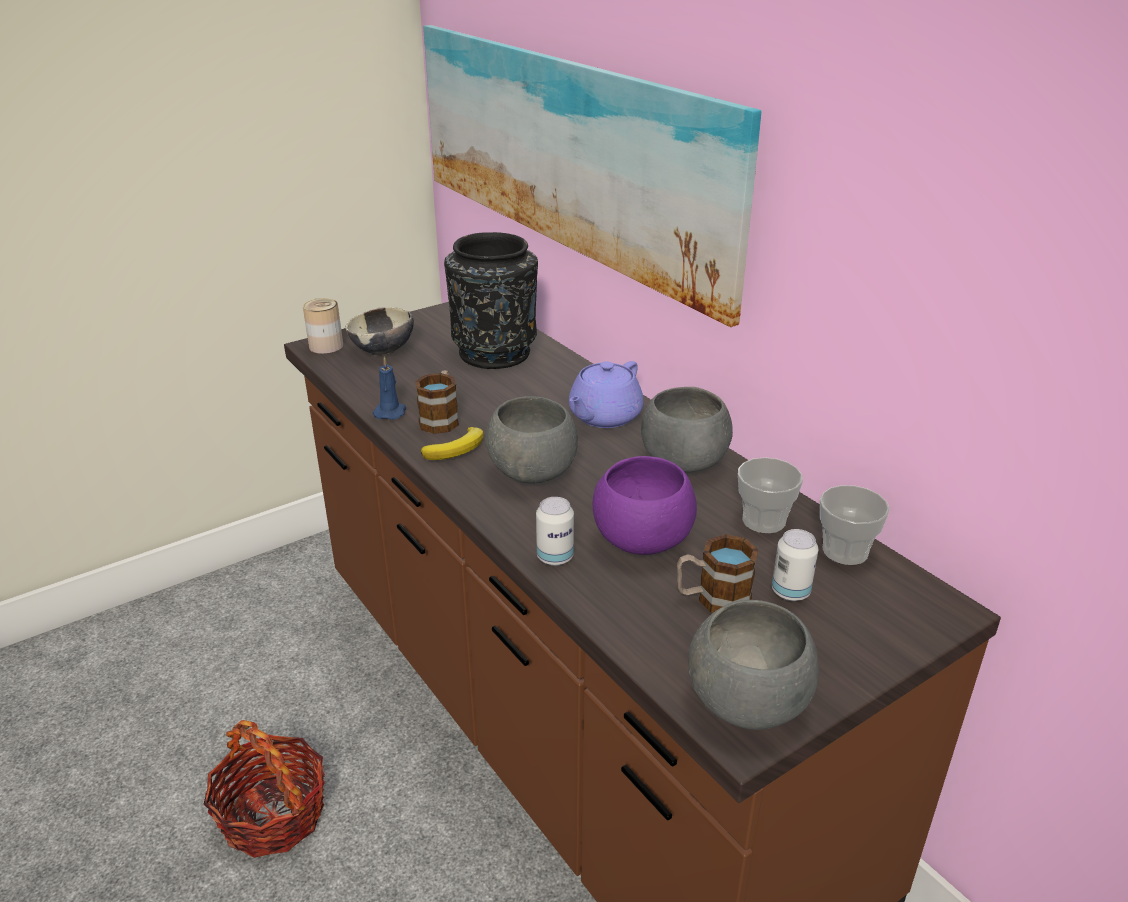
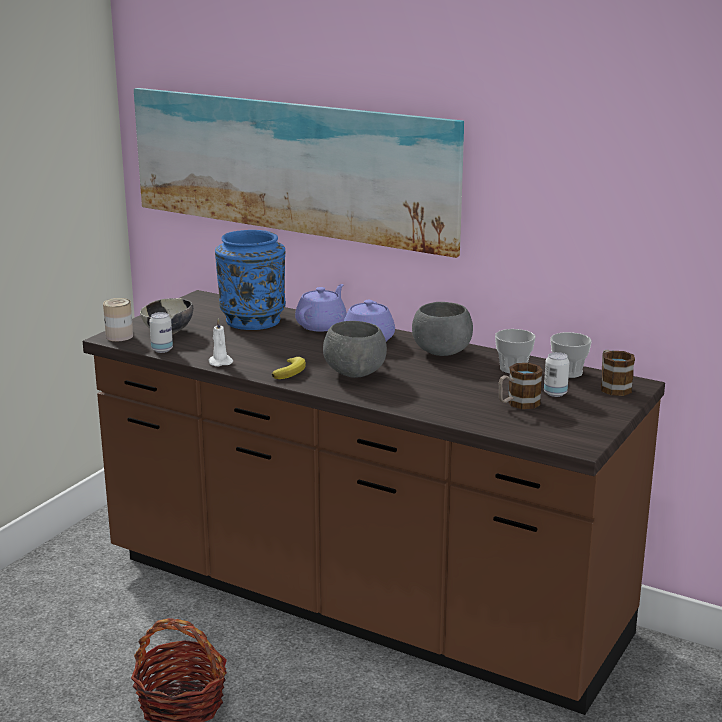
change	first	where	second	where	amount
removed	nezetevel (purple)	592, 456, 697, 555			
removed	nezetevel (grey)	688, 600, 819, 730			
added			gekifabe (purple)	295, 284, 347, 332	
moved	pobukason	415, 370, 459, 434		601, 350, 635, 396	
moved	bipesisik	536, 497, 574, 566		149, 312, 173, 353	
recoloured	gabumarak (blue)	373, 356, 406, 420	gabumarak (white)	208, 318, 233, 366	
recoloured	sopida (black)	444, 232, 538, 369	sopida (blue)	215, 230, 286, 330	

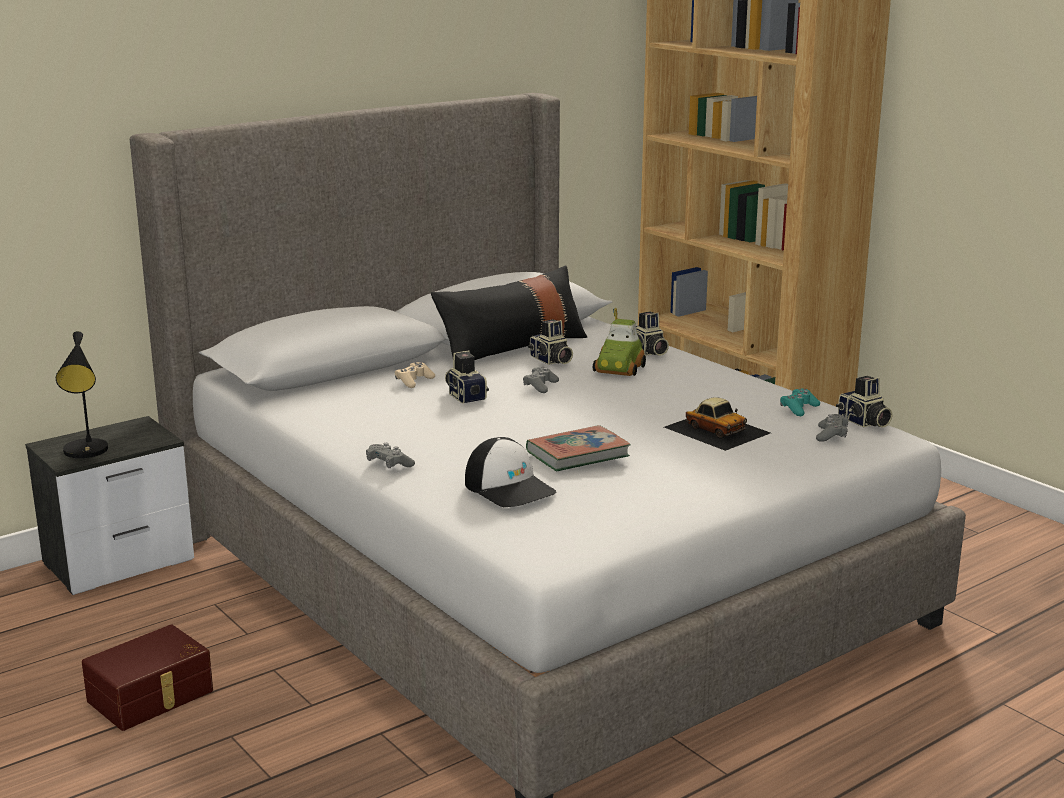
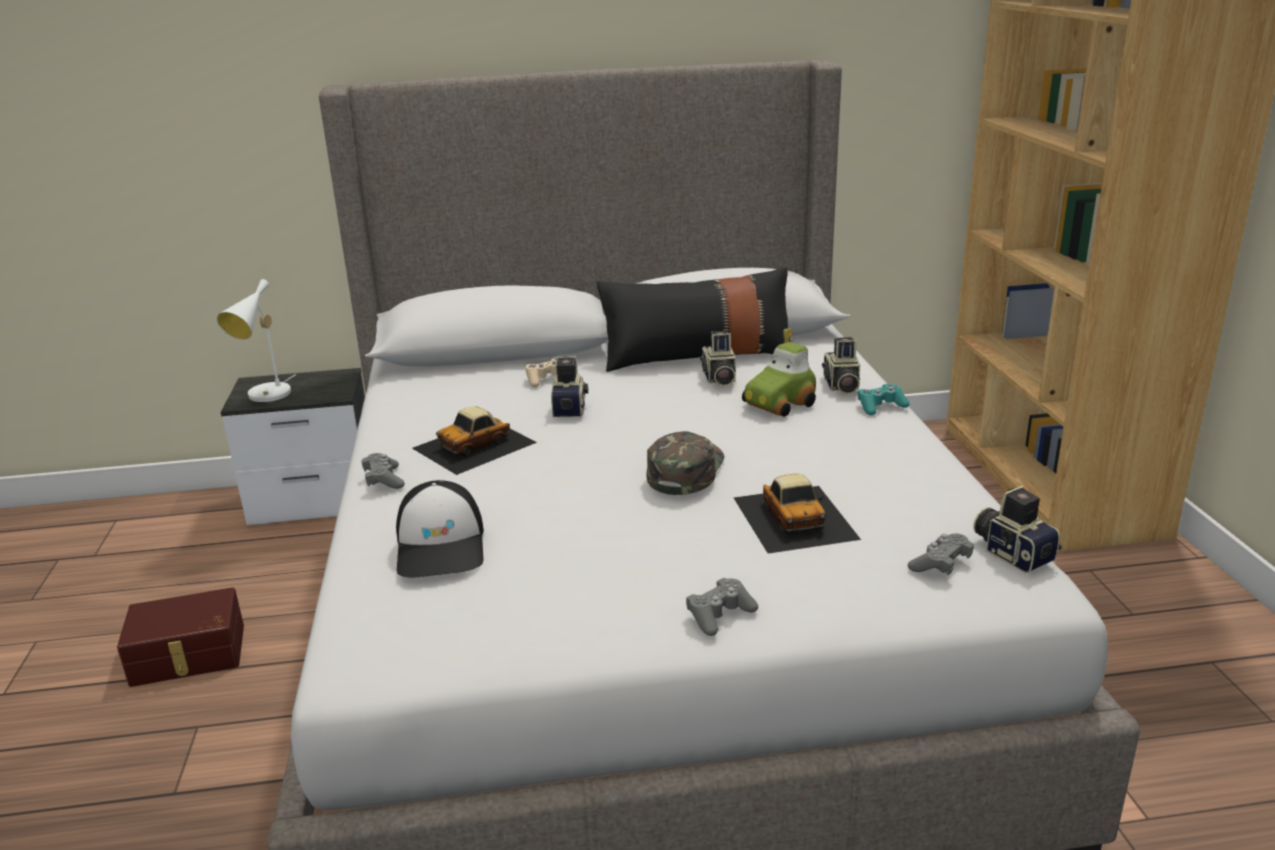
change	first	where	second	where	amount
removed	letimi	526, 425, 631, 471			
added			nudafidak	412, 407, 537, 475	
added			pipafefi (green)	646, 431, 725, 495	
moved	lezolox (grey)	523, 367, 559, 393		686, 578, 758, 636	
moved	lezolox (turquoise)	780, 389, 820, 416		858, 384, 910, 415	
recoloured	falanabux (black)	56, 331, 108, 458	falanabux (white)	216, 279, 296, 402	
turned	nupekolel	836, 376, 893, 428		973, 486, 1062, 573	150 degrees clockwise

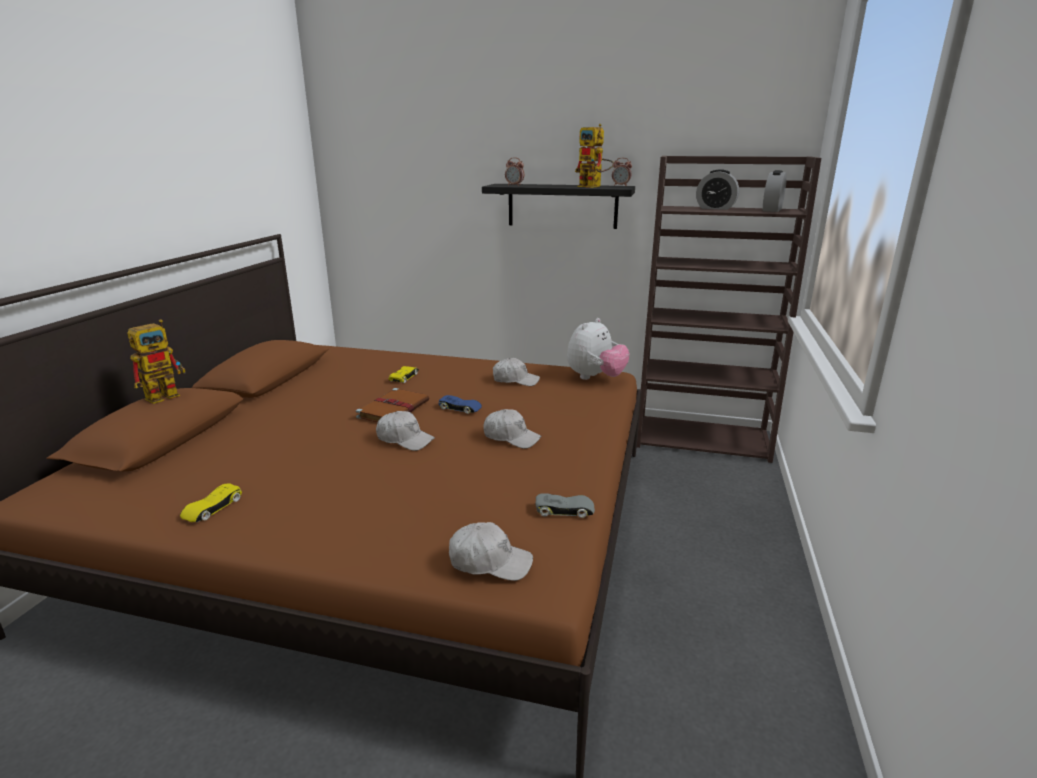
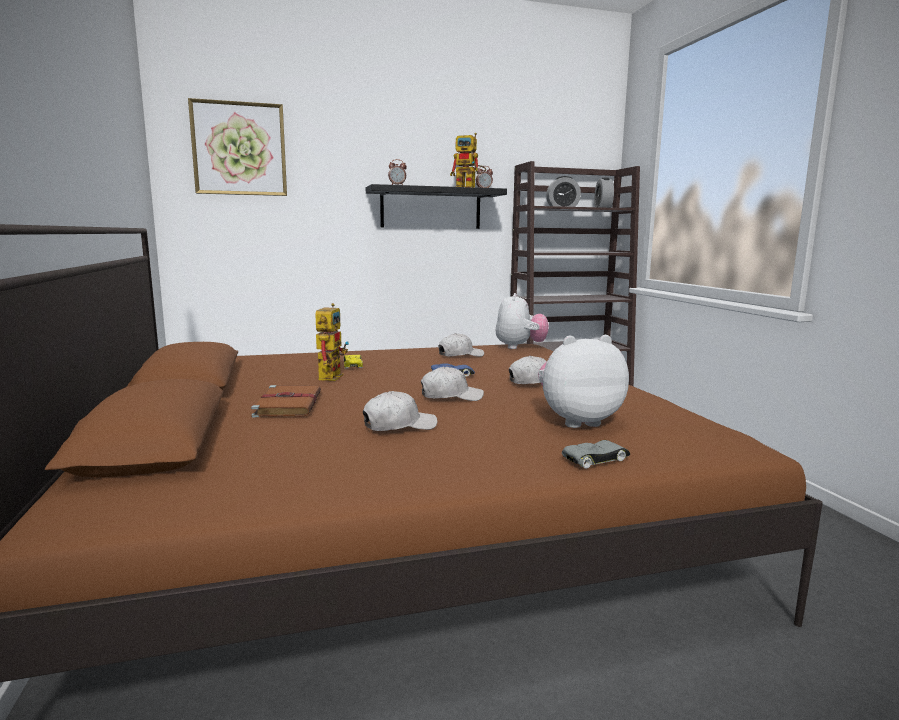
change	first	where	second	where	amount
removed	nudafidak (yellow)	180, 484, 242, 522			
added			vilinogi	188, 98, 287, 196	
added			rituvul	538, 335, 629, 428	
moved	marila	127, 319, 186, 404		315, 303, 349, 381	
moved	letimi (brown)	356, 388, 429, 422		251, 385, 321, 417	
moved	pipafefi (white)	449, 522, 533, 581		363, 391, 437, 431	
moved	nudafidak (grey)	536, 493, 595, 518		562, 440, 630, 469	

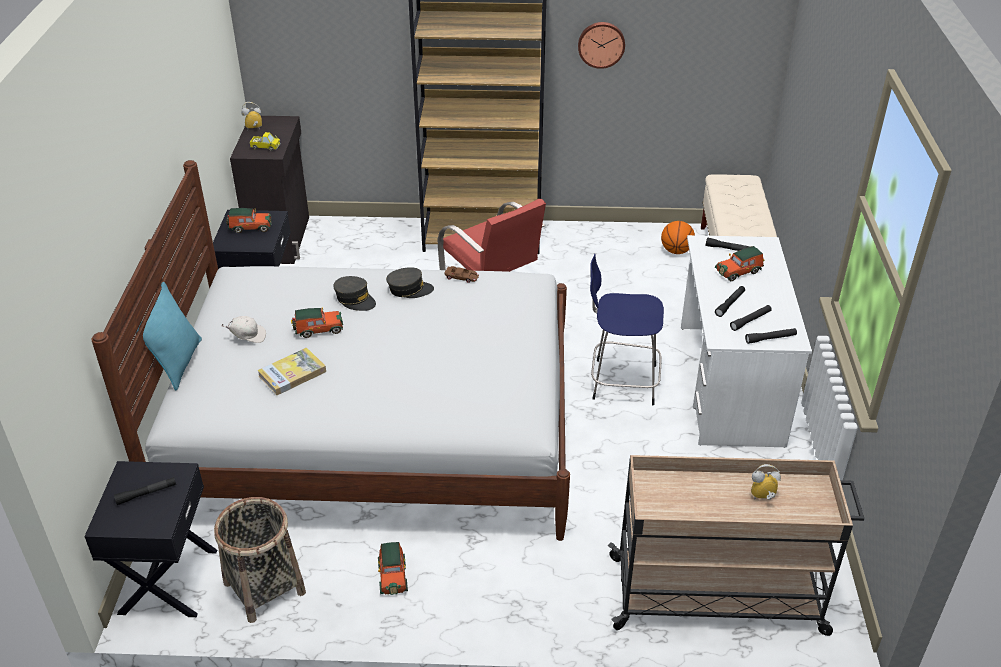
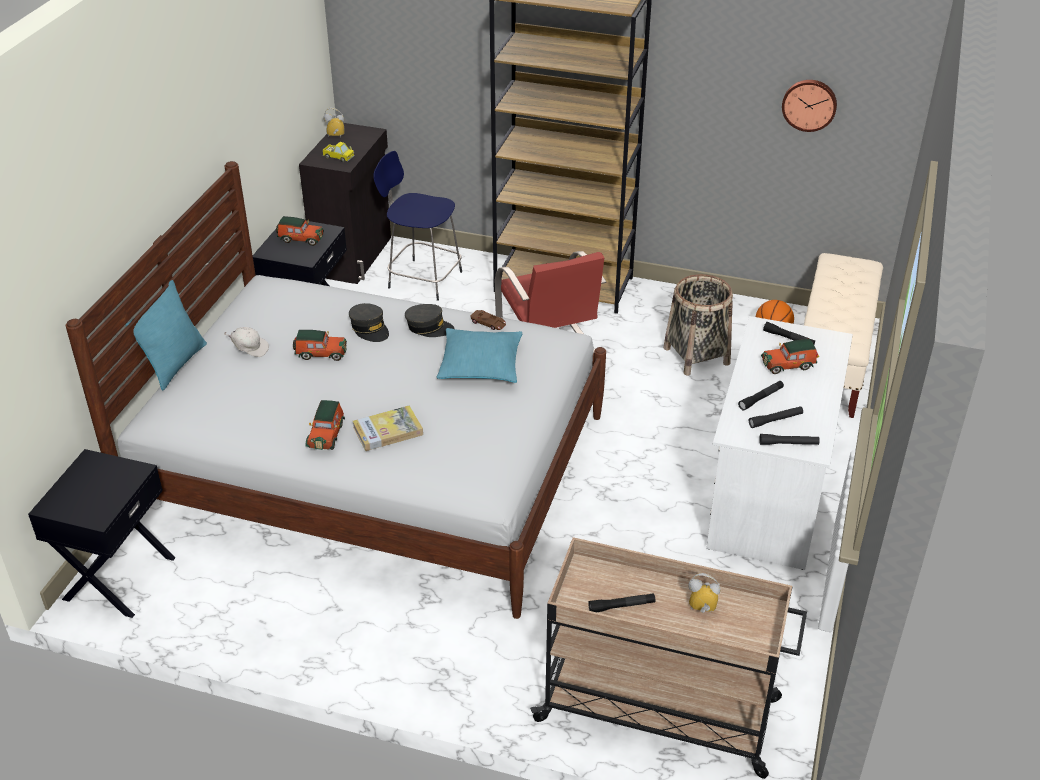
change	first	where	second	where	amount
added			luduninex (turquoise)	437, 328, 522, 383	
moved	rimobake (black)	114, 477, 176, 505		588, 593, 656, 612	
moved	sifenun	214, 497, 306, 623		664, 274, 733, 375	
moved	letimi	257, 347, 326, 395		353, 405, 423, 451	
moved	nudafidak	378, 542, 408, 595		306, 400, 345, 450	
moved	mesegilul	578, 22, 625, 69		782, 80, 837, 132	
moved	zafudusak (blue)	590, 254, 664, 405		373, 151, 462, 301	

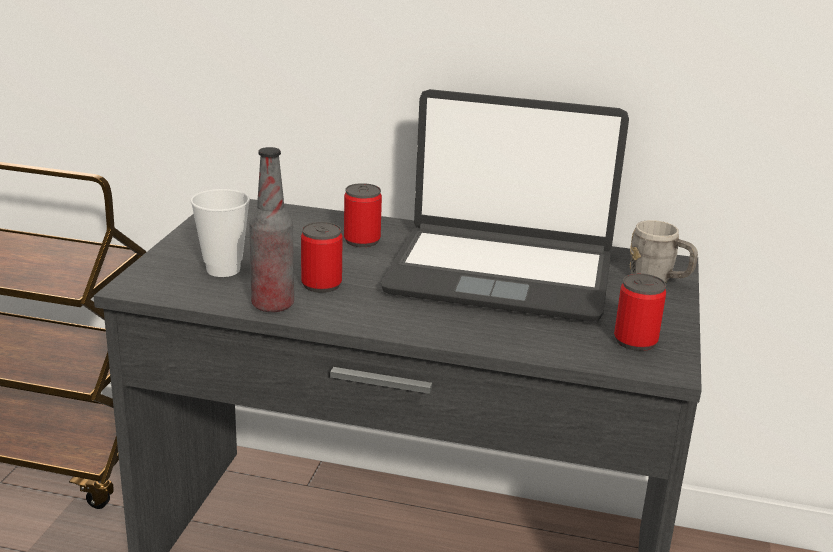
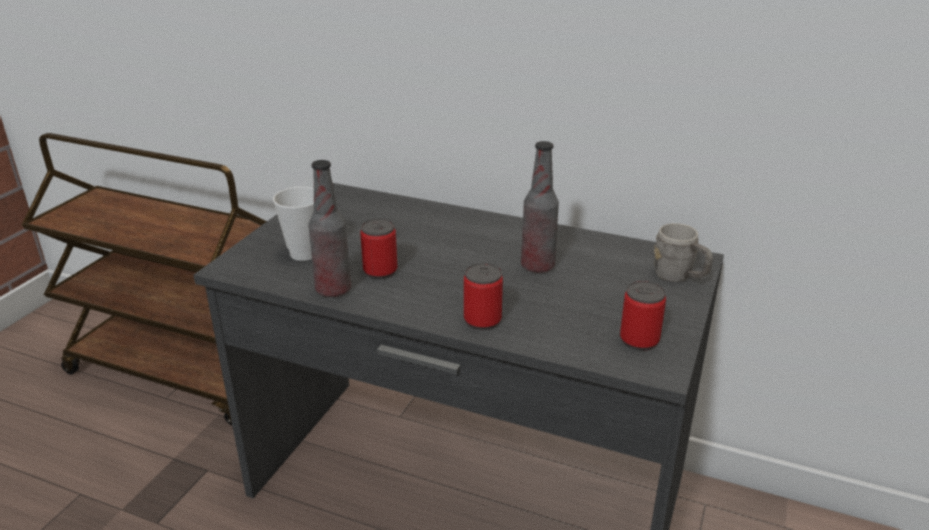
change	first	where	second	where	amount
moved	bipesisik	344, 183, 382, 247		464, 263, 503, 330	
replaced	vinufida	381, 89, 629, 322	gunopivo	521, 141, 559, 273	

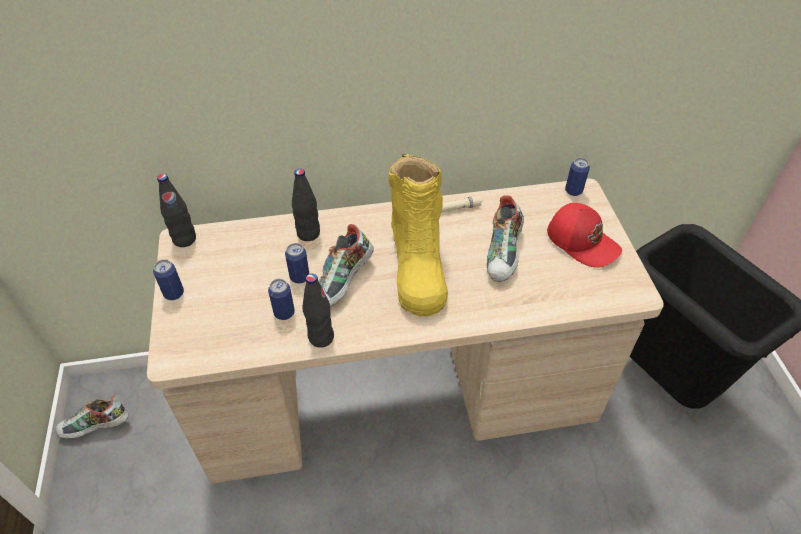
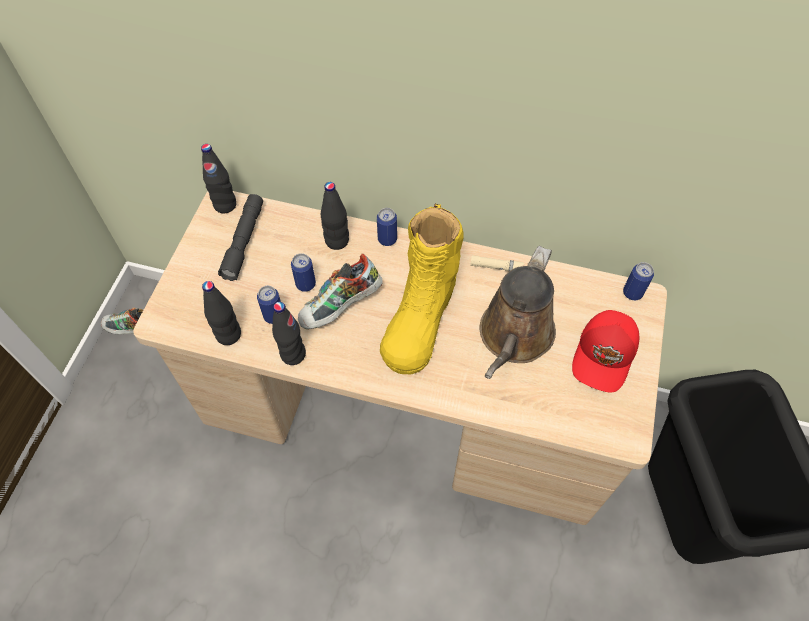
change	first	where	second	where	amount
added			gunopivo (black)	202, 281, 241, 345	
added			rimobake (grey)	218, 194, 263, 281	
moved	bipesisik	153, 259, 184, 300		377, 208, 397, 246	
replaced	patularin	487, 195, 524, 282	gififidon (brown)	480, 246, 556, 379	
turned	pipafefi (red)	547, 203, 622, 268		572, 310, 639, 393	45 degrees clockwise

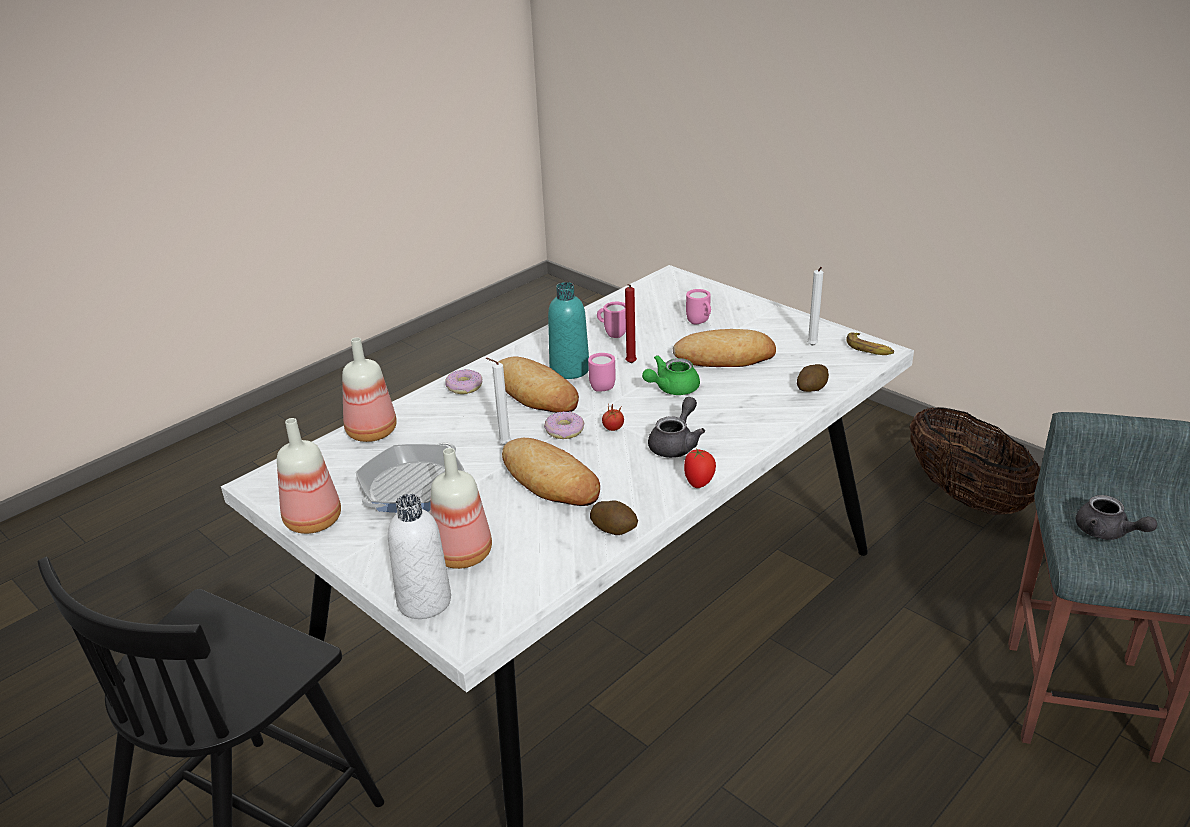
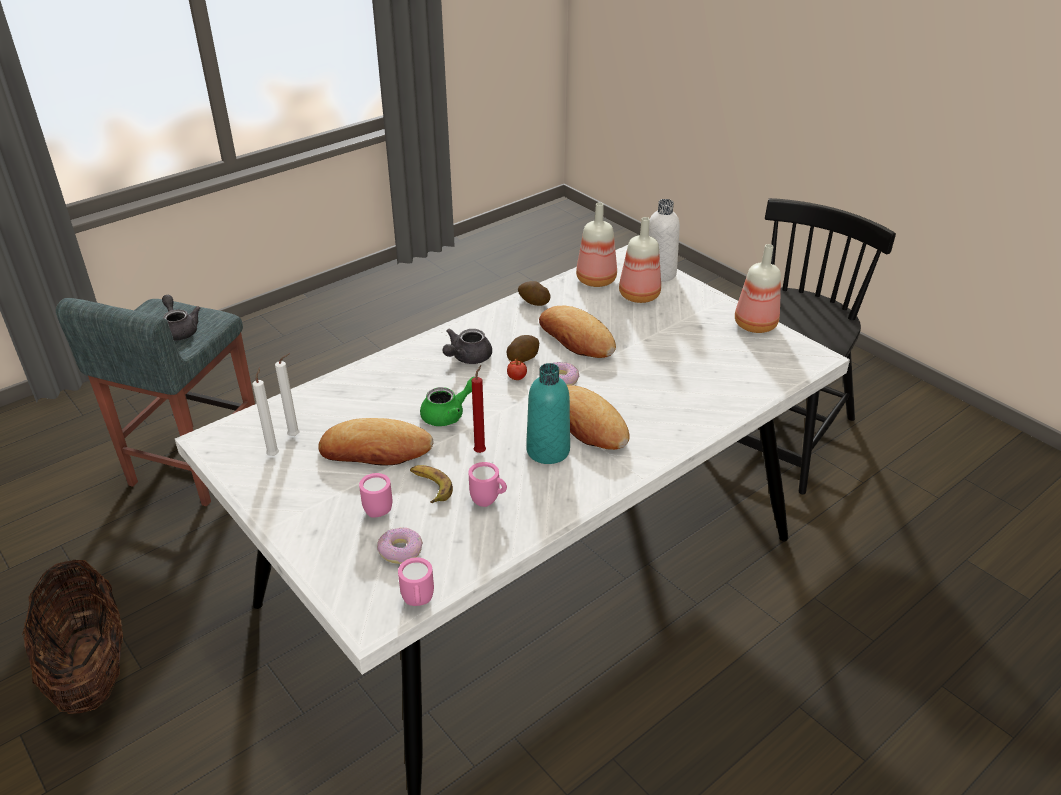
change	first	where	second	where	amount
removed	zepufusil	356, 442, 465, 512			
removed	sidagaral	684, 448, 716, 488			
moved	gunopivo	342, 337, 397, 442		576, 202, 617, 287	
moved	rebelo	445, 369, 482, 394		377, 527, 423, 564	
moved	gabumarak (white)	486, 358, 511, 445		275, 353, 300, 436	
moved	pobukason (pink)	588, 353, 616, 392		398, 557, 434, 606	
moved	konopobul	797, 364, 829, 392		506, 335, 539, 362	
moved	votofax	846, 333, 894, 355		410, 465, 453, 503	

